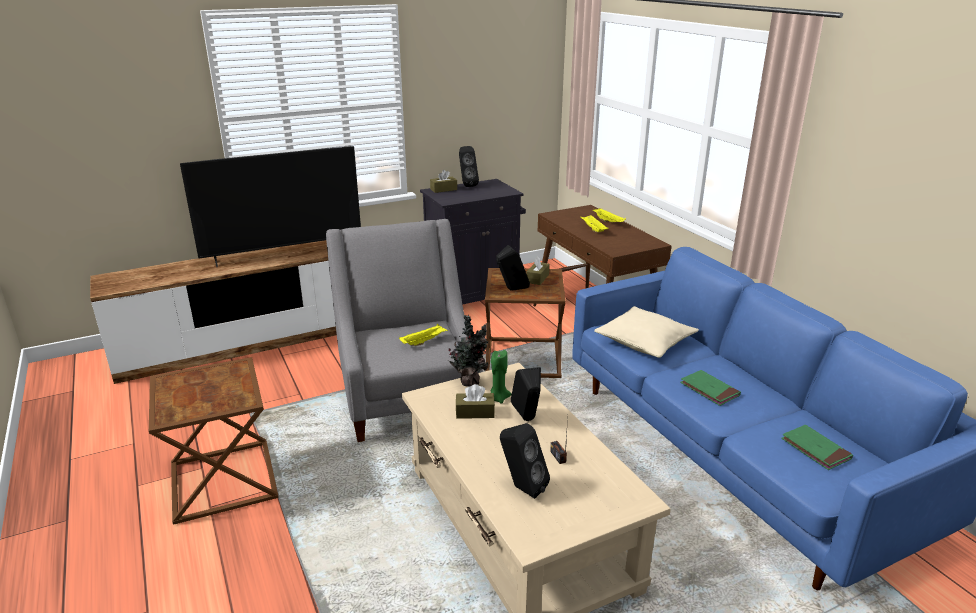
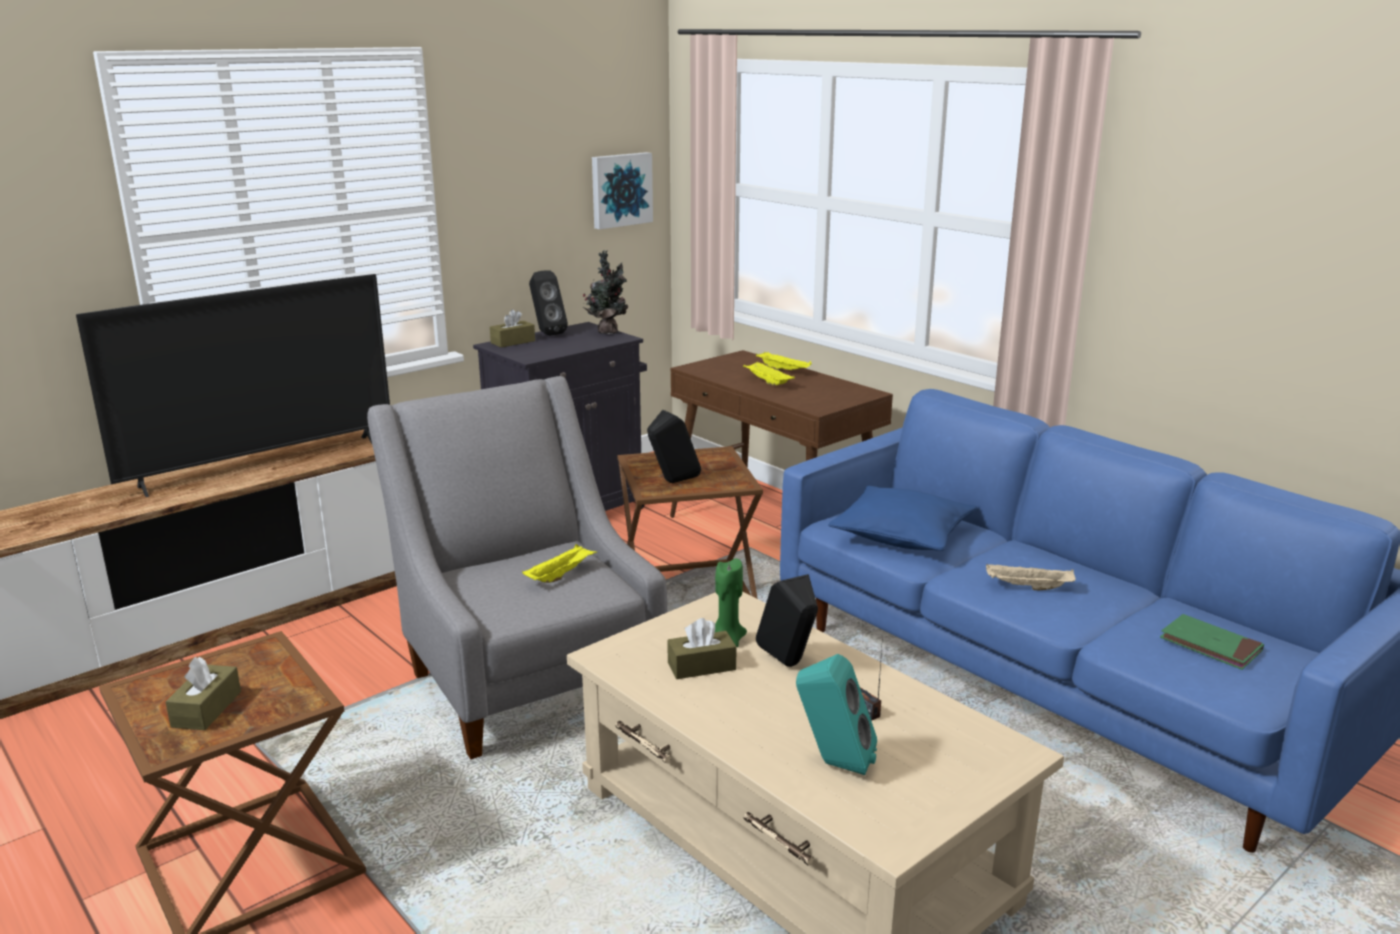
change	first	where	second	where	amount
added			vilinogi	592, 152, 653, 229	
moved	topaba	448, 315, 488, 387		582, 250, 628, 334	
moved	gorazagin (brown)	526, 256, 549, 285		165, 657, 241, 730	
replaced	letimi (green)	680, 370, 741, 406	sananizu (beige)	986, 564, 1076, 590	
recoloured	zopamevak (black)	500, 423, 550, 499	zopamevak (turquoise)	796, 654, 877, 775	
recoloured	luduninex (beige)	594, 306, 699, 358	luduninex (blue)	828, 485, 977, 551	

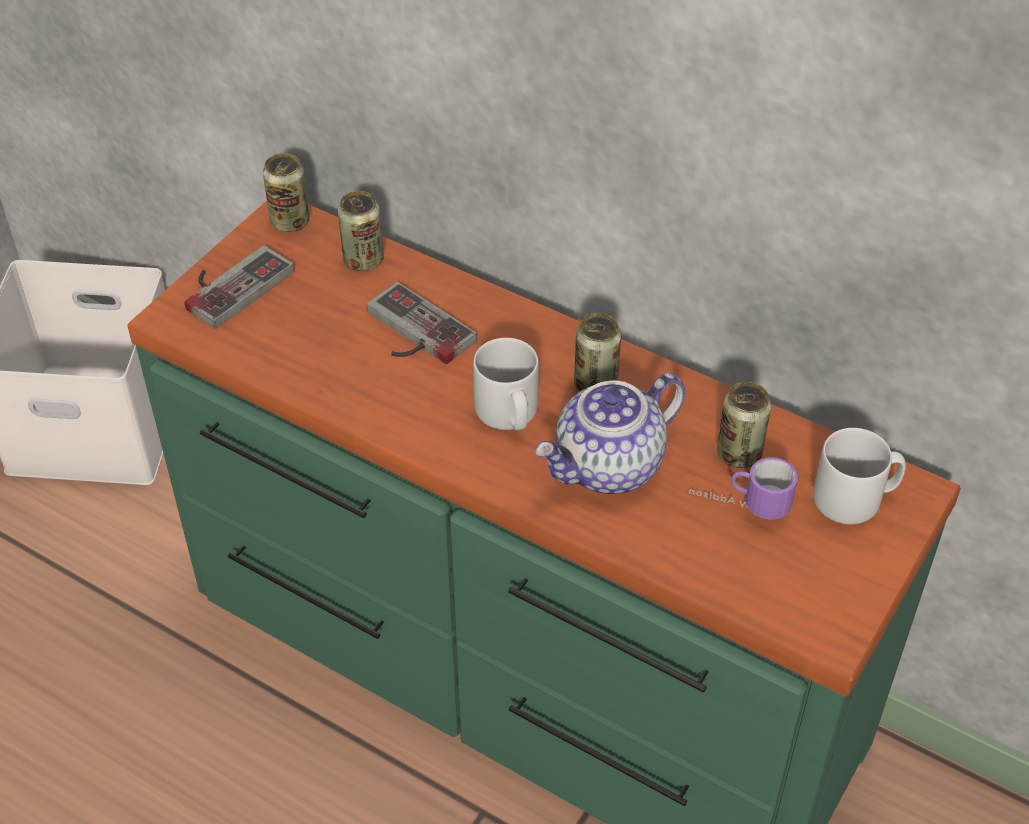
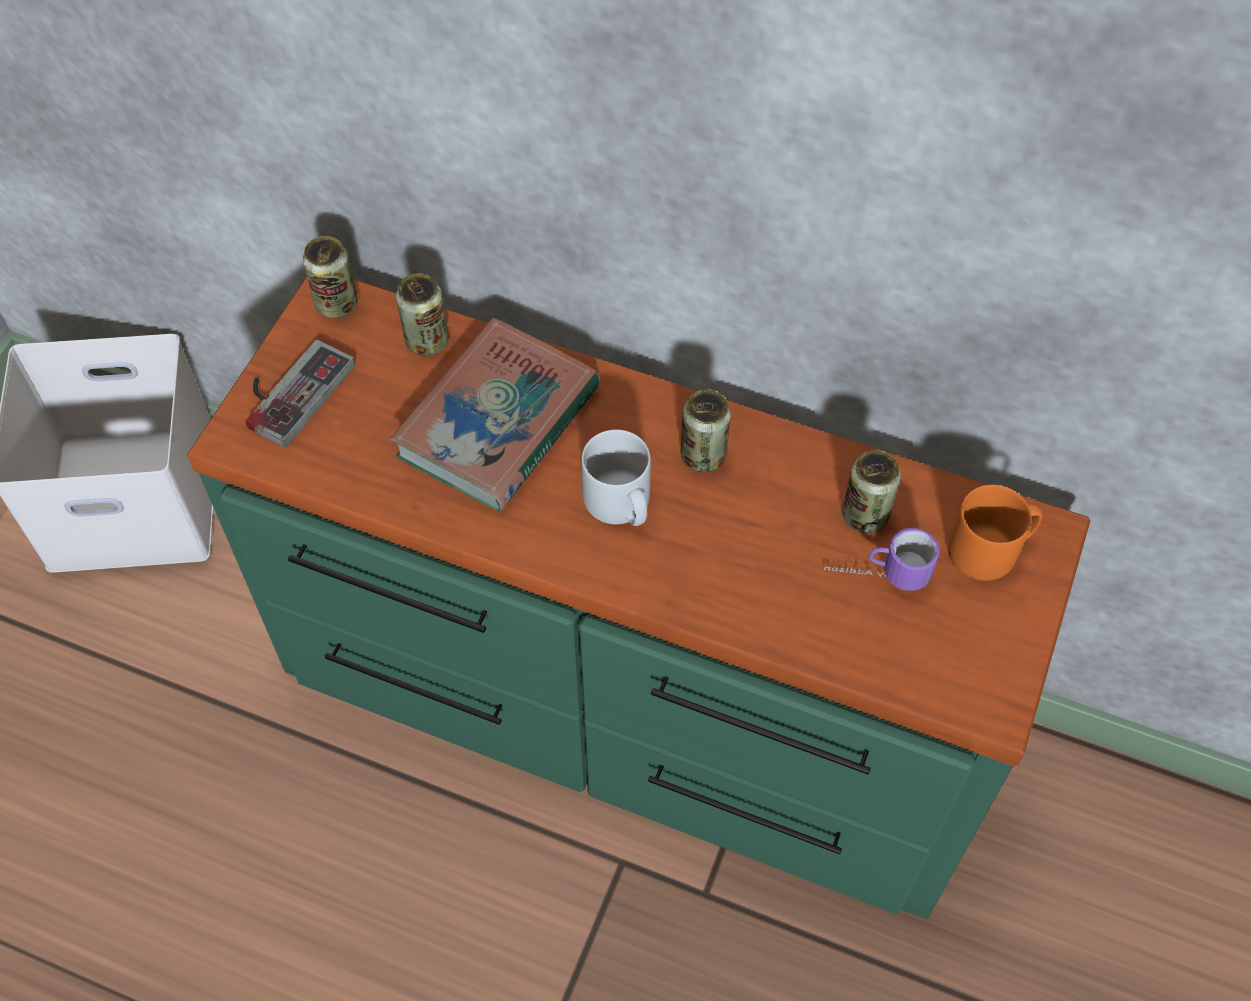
change	first	where	second	where	amount
removed	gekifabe	535, 373, 685, 494			
replaced	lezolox	367, 282, 477, 364	letimi	390, 318, 600, 511	
recoloured	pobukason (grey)	813, 428, 906, 524	pobukason (orange)	948, 485, 1042, 581	

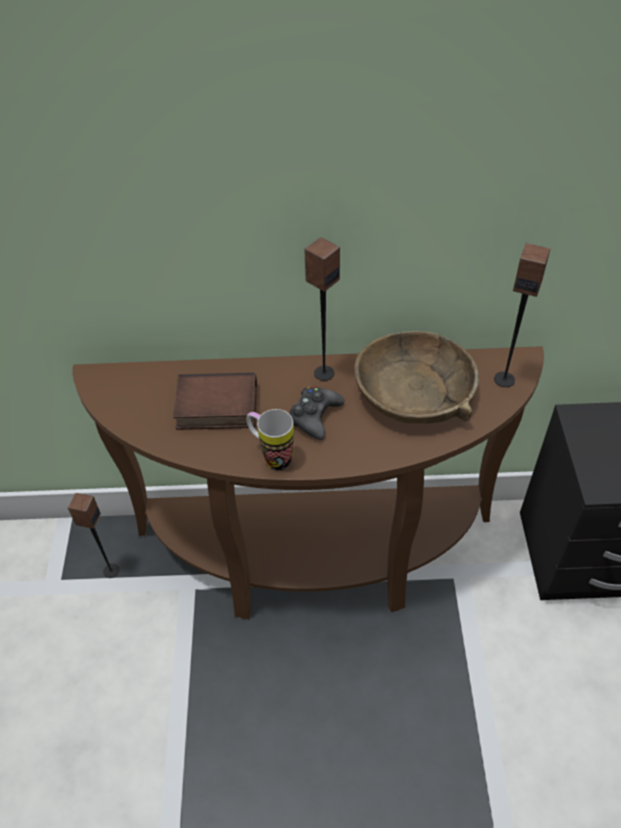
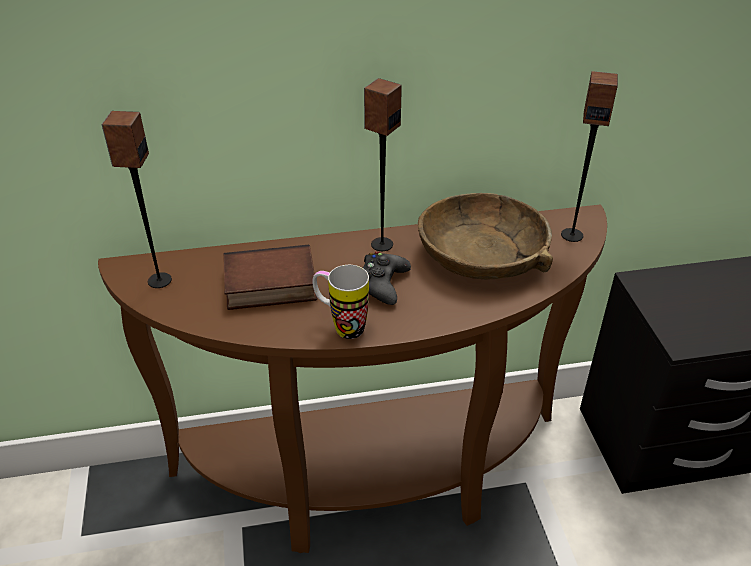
change	first	where	second	where	amount
moved	zopamevak	68, 493, 119, 578		101, 111, 172, 288	

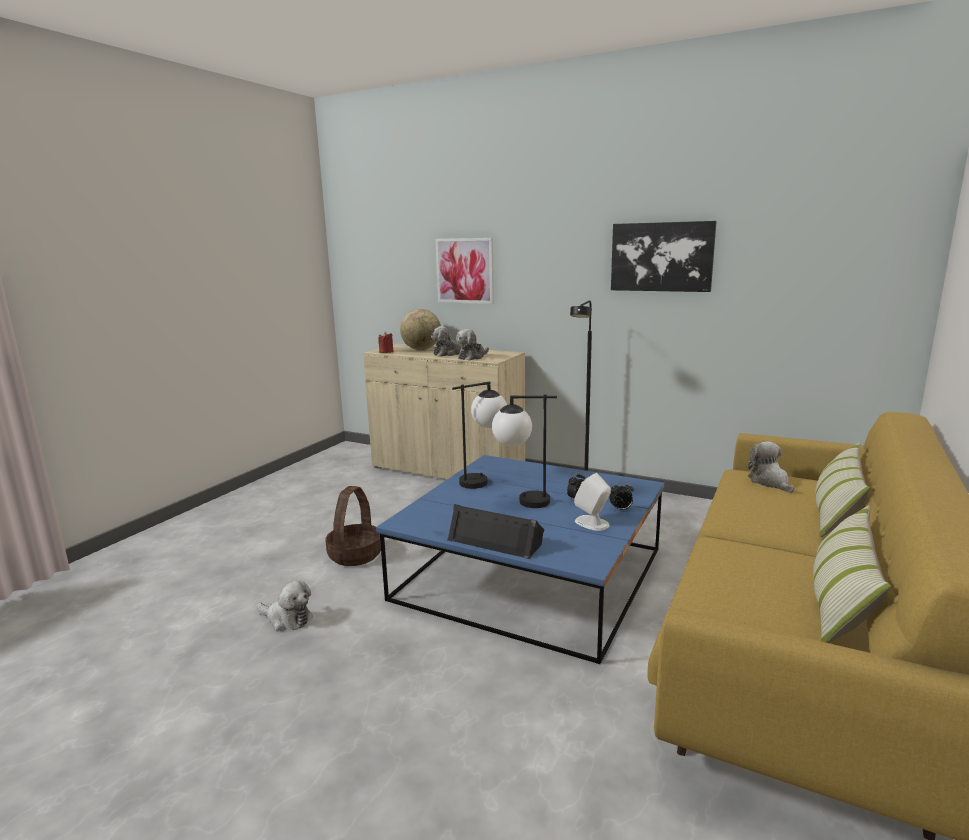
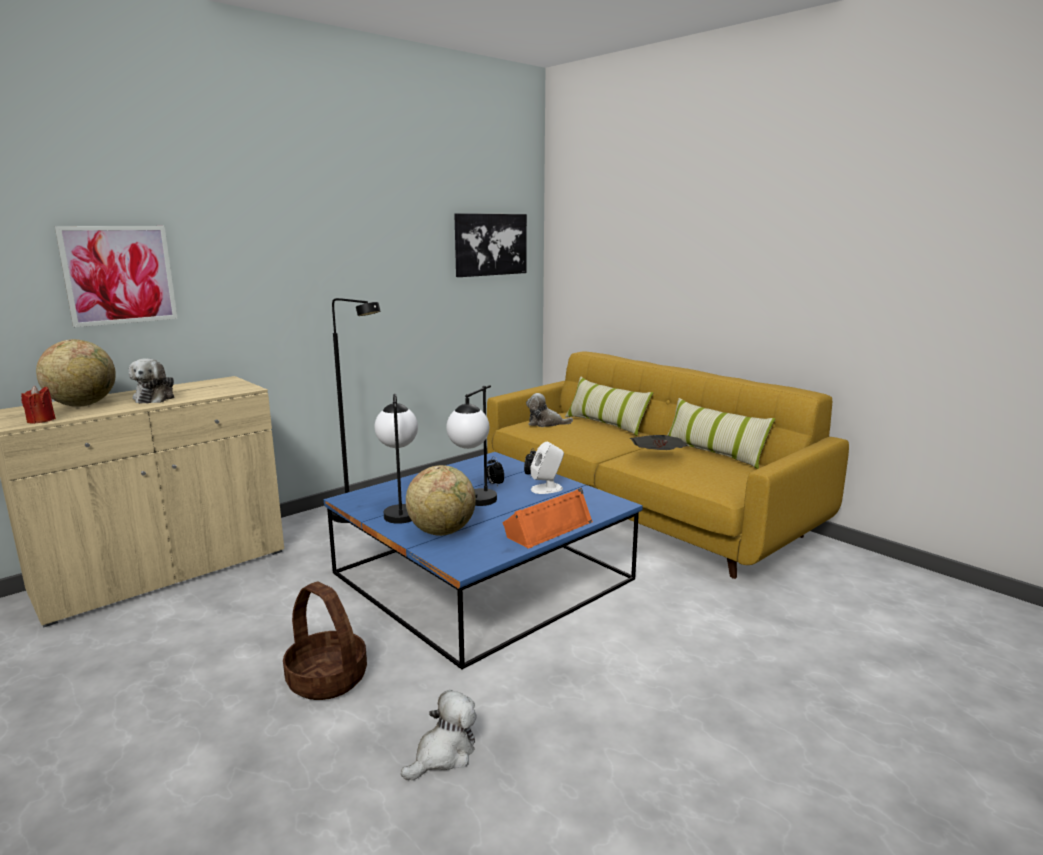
change	first	where	second	where	amount
removed	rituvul	456, 329, 489, 361			
added			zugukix	406, 465, 476, 536	
added			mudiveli	630, 435, 687, 450	
moved	vilinogi	611, 221, 717, 292		454, 213, 527, 277	
recoloured	zopamevak (black)	447, 504, 544, 559	zopamevak (orange)	503, 488, 593, 549	

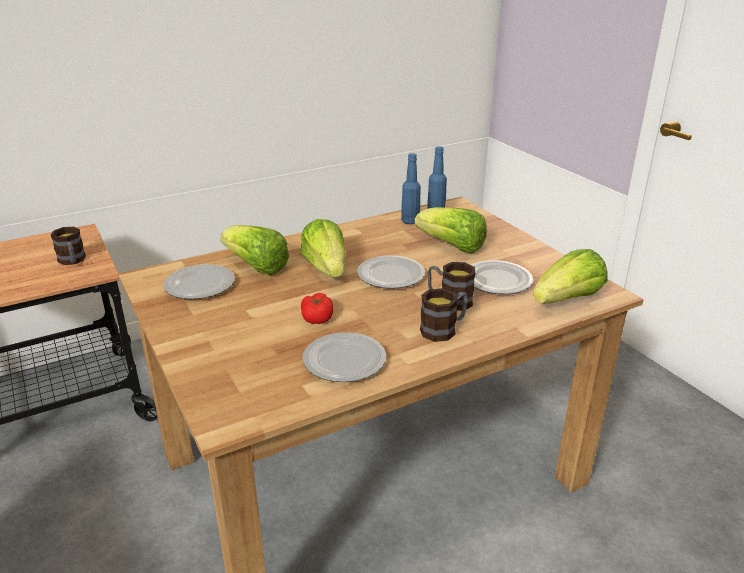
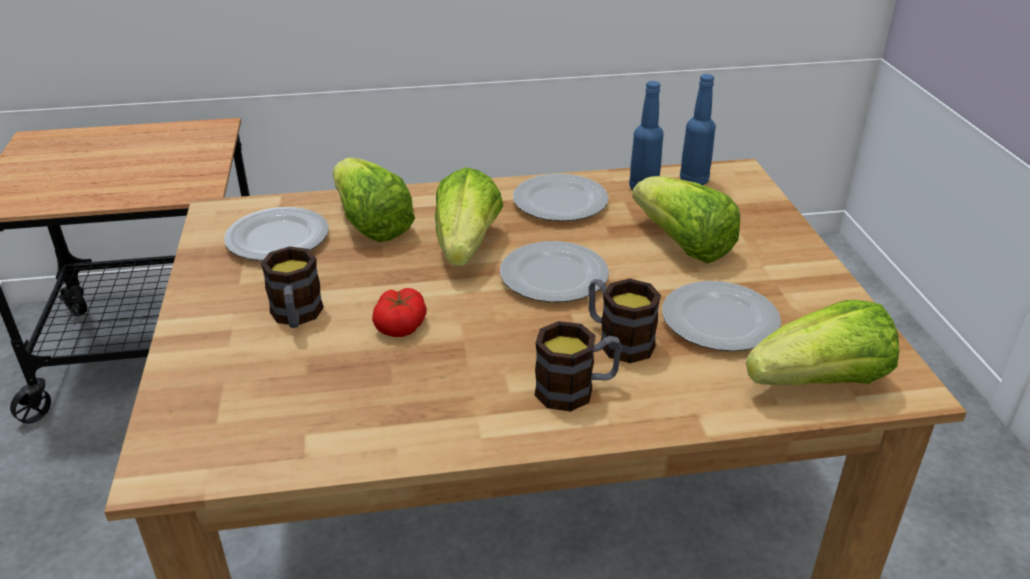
change	first	where	second	where	amount
moved	pobukason	51, 227, 86, 265		260, 246, 324, 328	
moved	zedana	302, 332, 386, 382		513, 174, 609, 221	

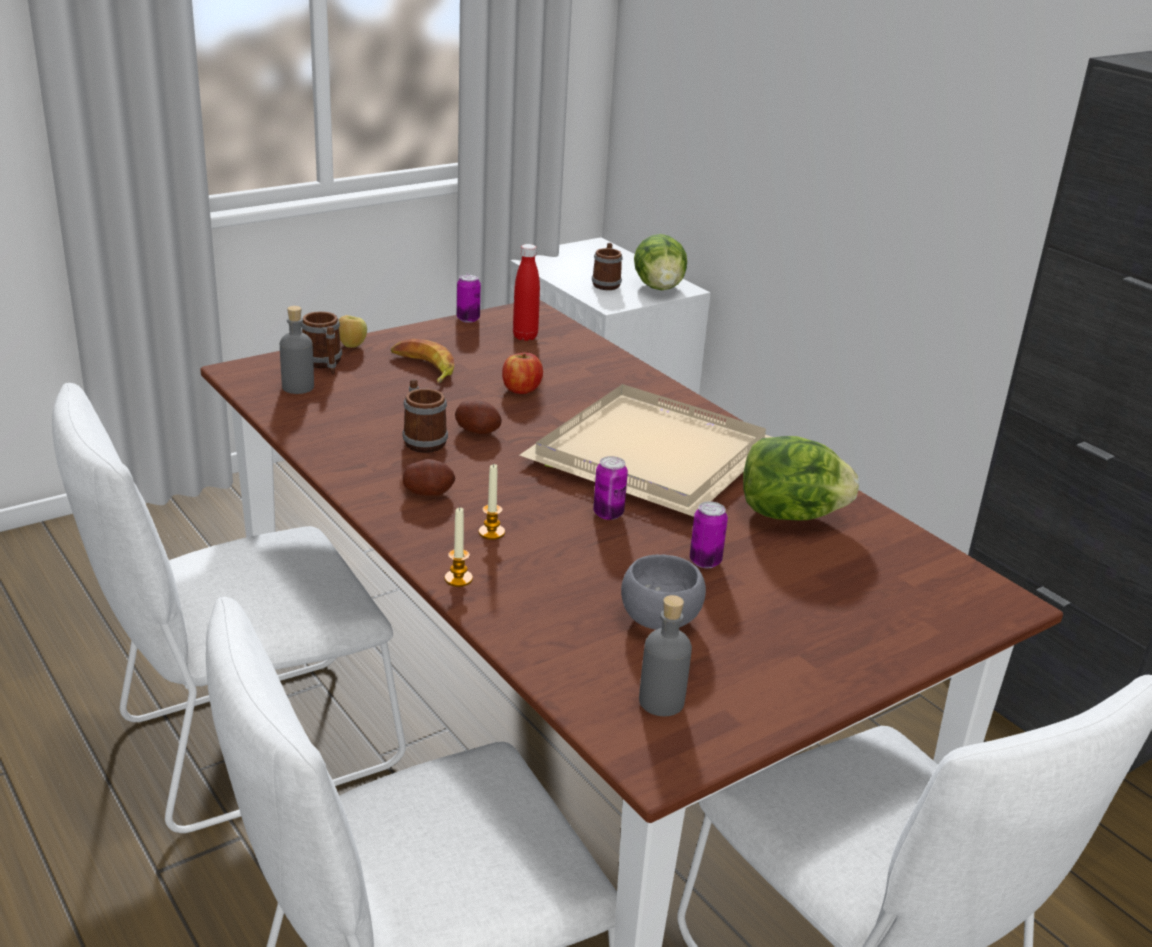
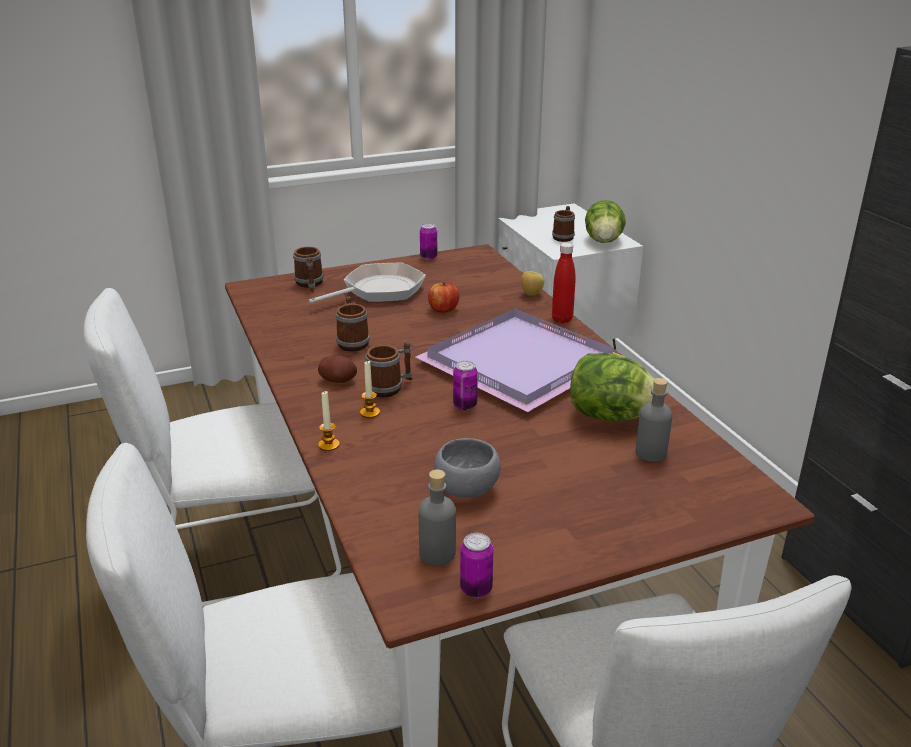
change	first	where	second	where	amount
removed	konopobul	455, 400, 502, 434			
added			pobukason	365, 342, 412, 397	
moved	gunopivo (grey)	280, 306, 314, 394		636, 378, 673, 462	
moved	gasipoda	339, 315, 367, 348		521, 271, 544, 296	
moved	gunopivo (red)	513, 244, 540, 341		552, 243, 576, 323	
moved	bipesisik	690, 501, 728, 568		460, 533, 493, 598	
replaced	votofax	391, 339, 454, 383	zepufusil	308, 263, 426, 303	
recoloured	sananizu (beige)	520, 384, 771, 517	sananizu (purple)	416, 309, 625, 412	

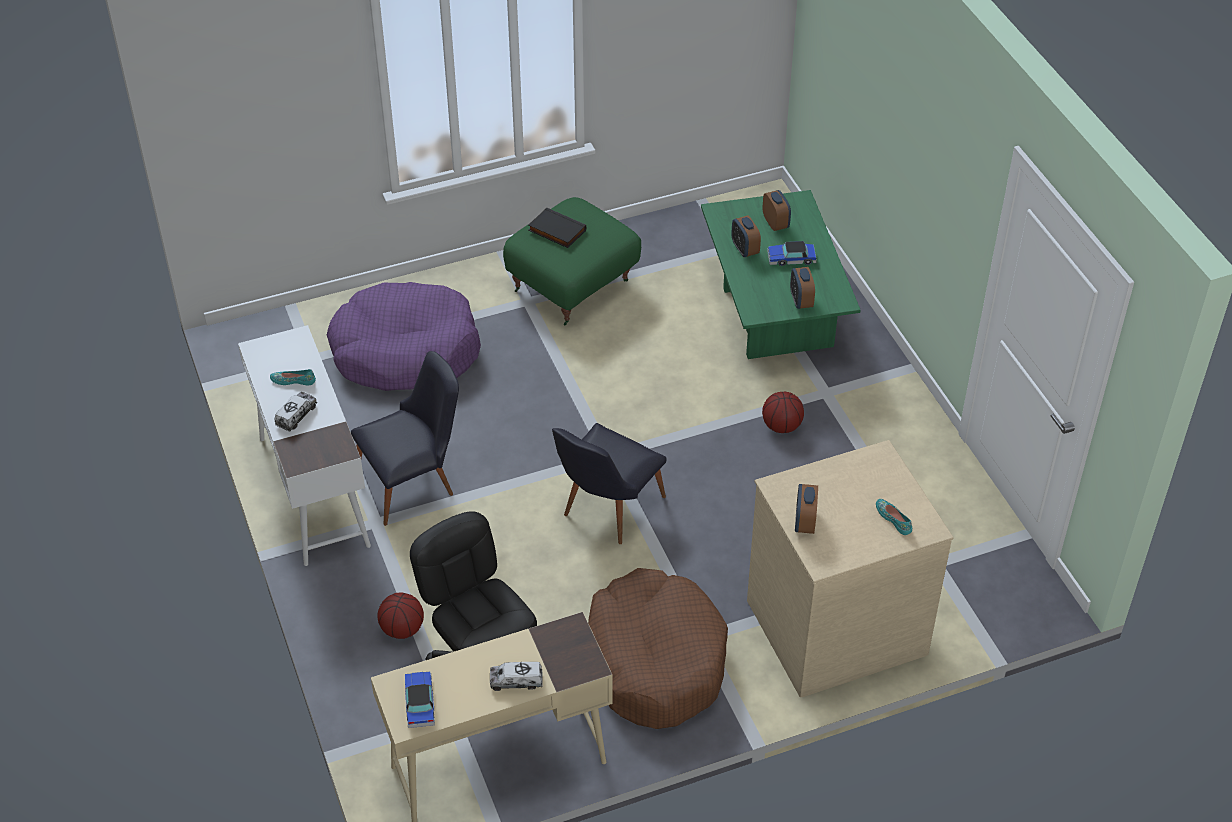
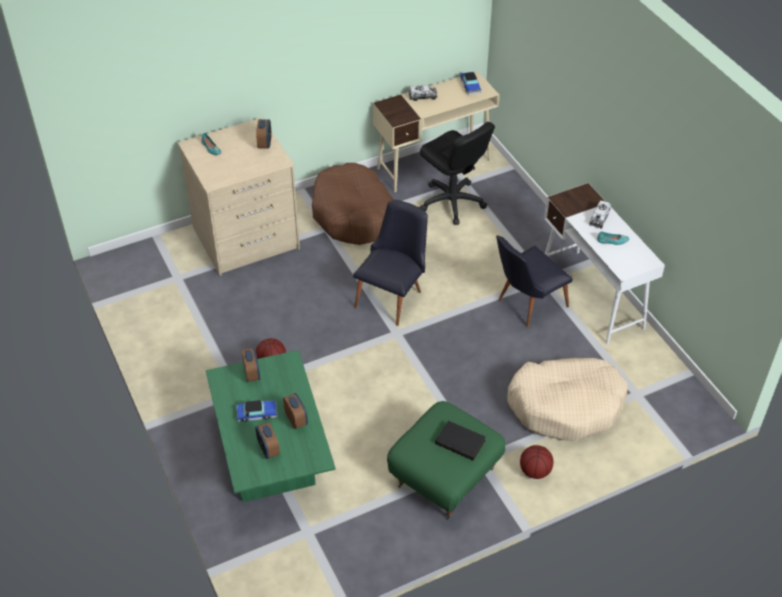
change	first	where	second	where	amount
moved	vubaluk	377, 593, 424, 639		520, 445, 554, 479	
recoloured	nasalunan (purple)	327, 282, 481, 391	nasalunan (beige)	507, 358, 628, 441	

